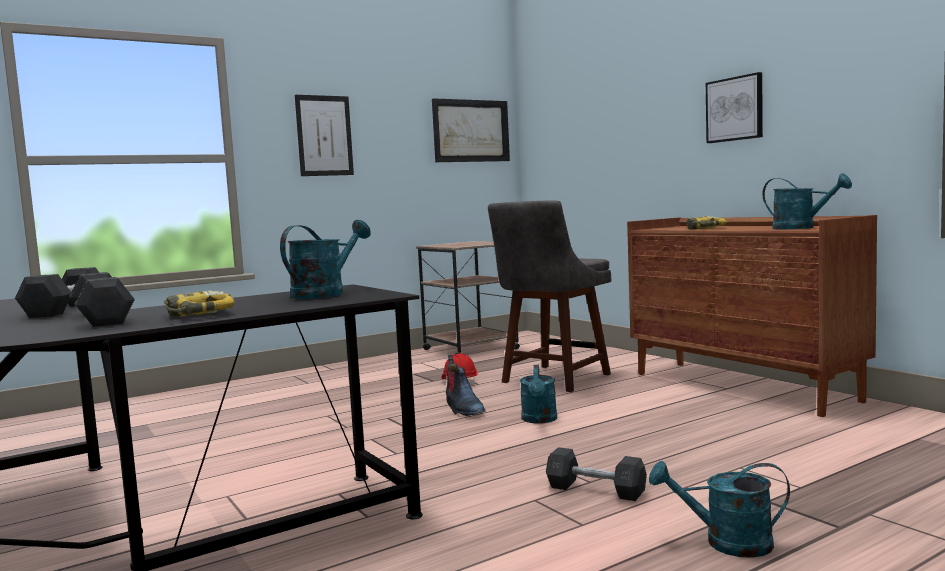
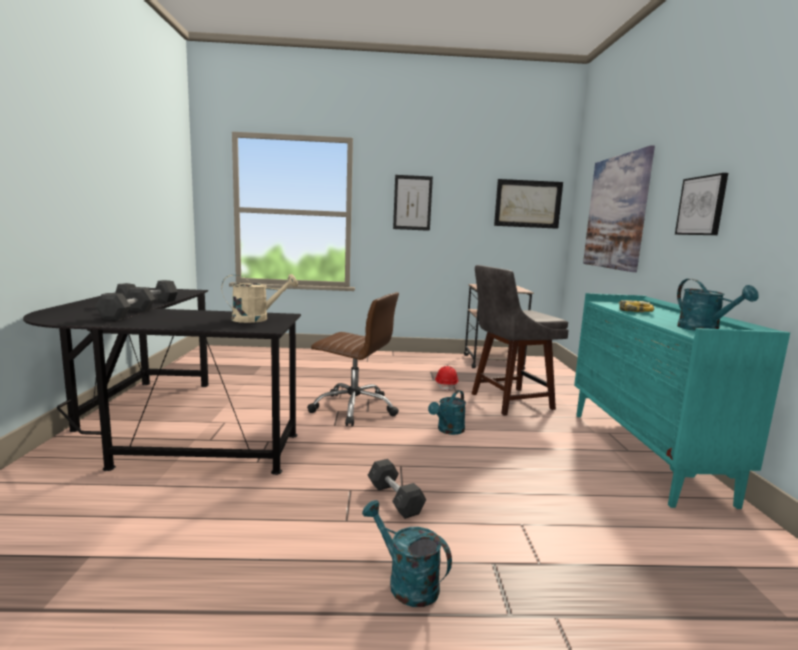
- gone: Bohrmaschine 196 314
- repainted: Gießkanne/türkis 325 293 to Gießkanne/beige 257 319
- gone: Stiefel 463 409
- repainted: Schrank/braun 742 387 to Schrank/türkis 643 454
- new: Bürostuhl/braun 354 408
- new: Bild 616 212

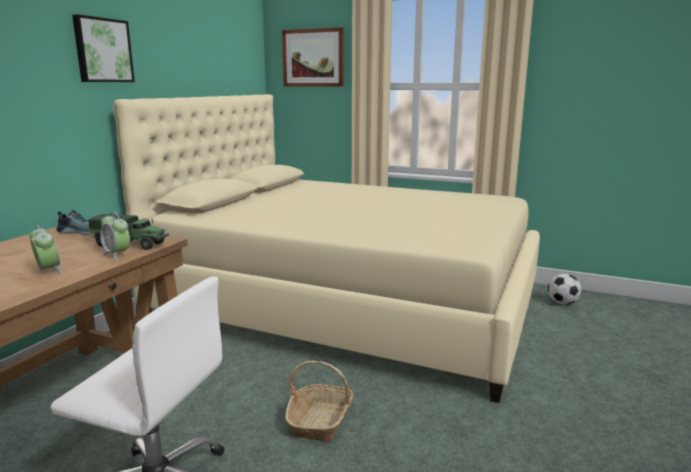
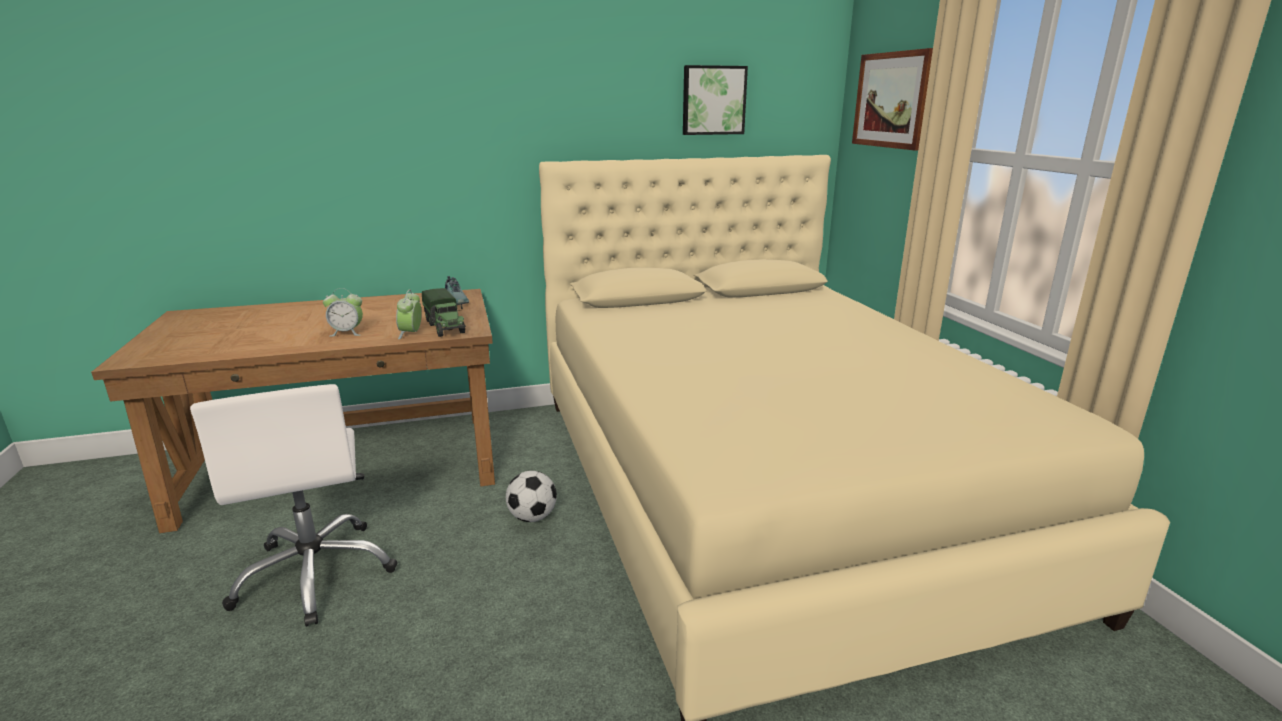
- rotated: Wecker 48 271 = 347 333 75 degrees clockwise
- shifted: Bild 102 50 to 713 100
- gone: Korb 320 420
- shifted: Fußball 562 303 to 532 517

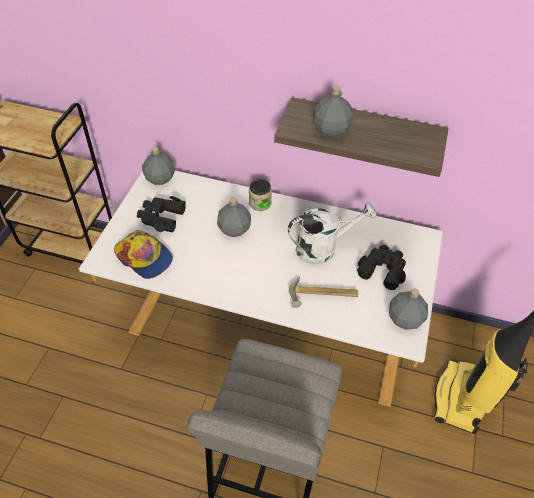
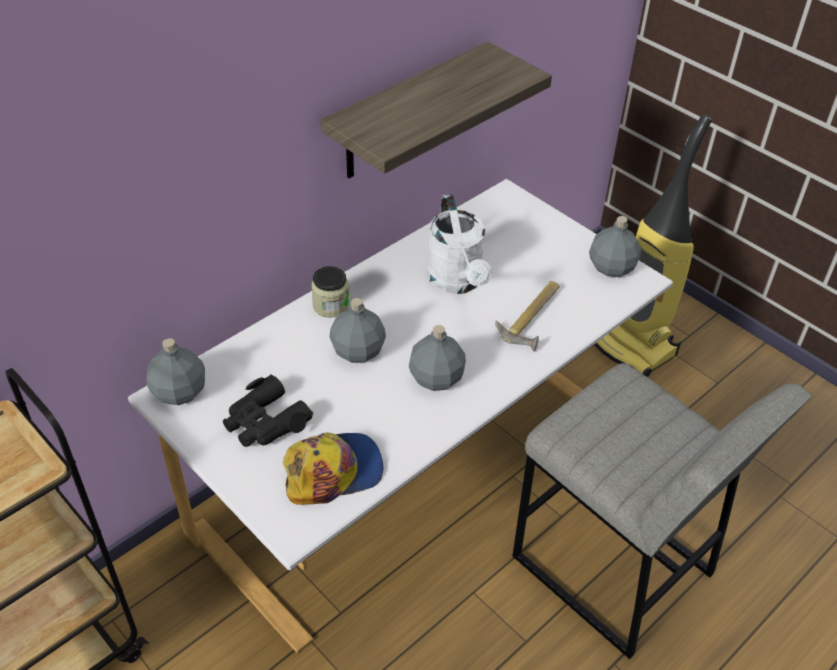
- rotated: Gießkanne/weiß 323 247 = 458 282 150 degrees clockwise
- shifted: Flasche/grau 331 130 to 437 378
- gone: Fernglas/schwarz 383 269

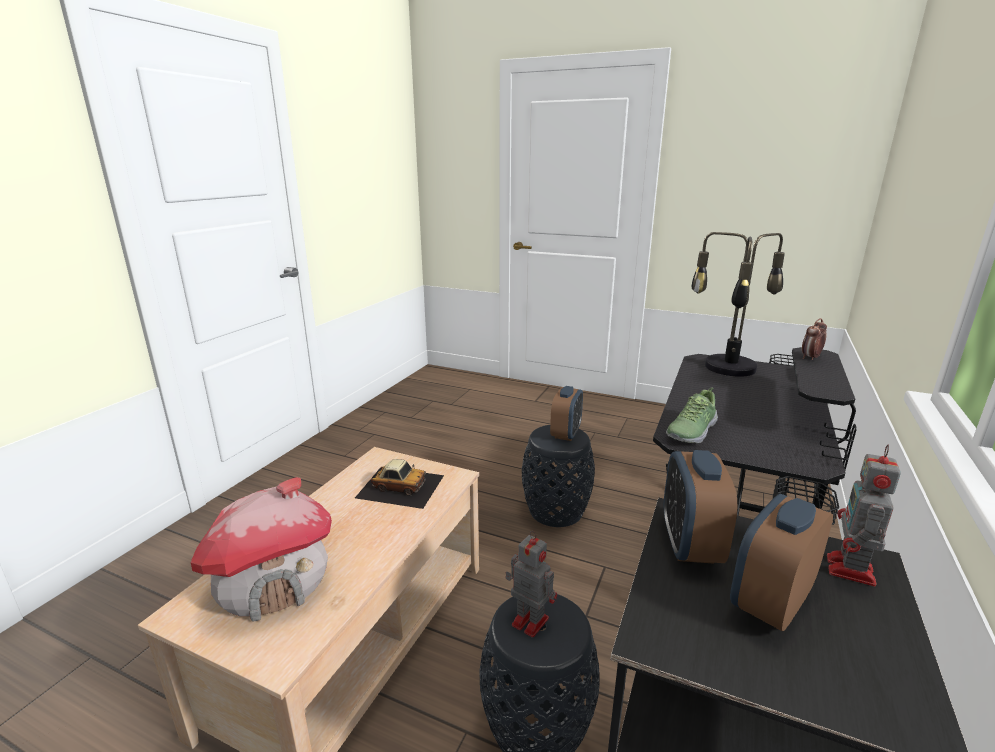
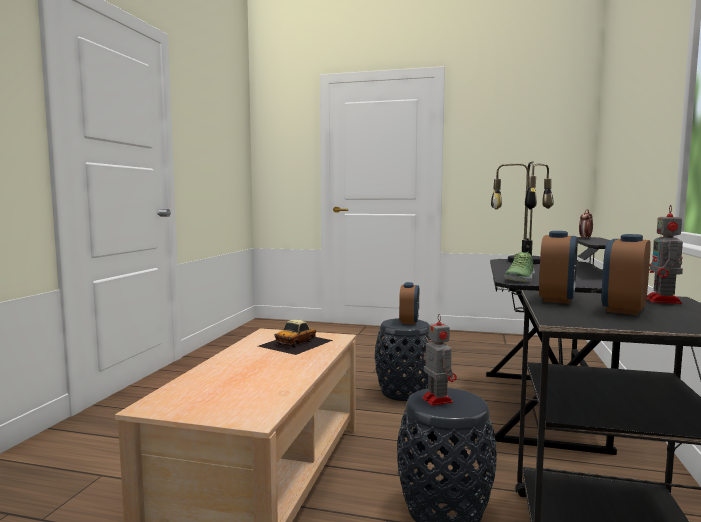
- gone: Spielzeughaus 274 583
- rotated: Spielzeugauto 400 486 = 296 343 120 degrees clockwise
- rotated: Spielzeugroboter 528 620 = 436 399 45 degrees clockwise
- rotated: Wecker 690 544 = 557 299 150 degrees counterclockwise

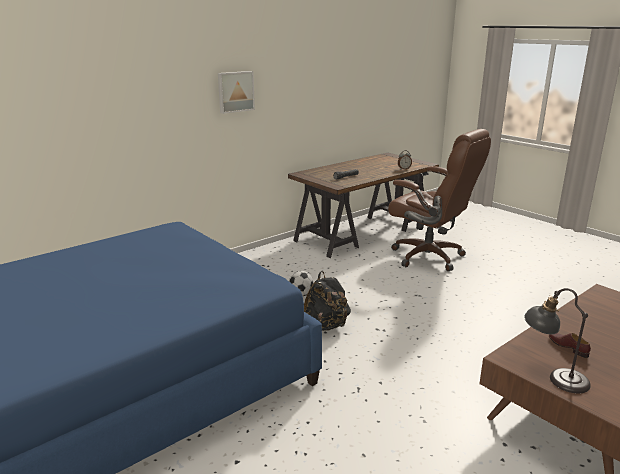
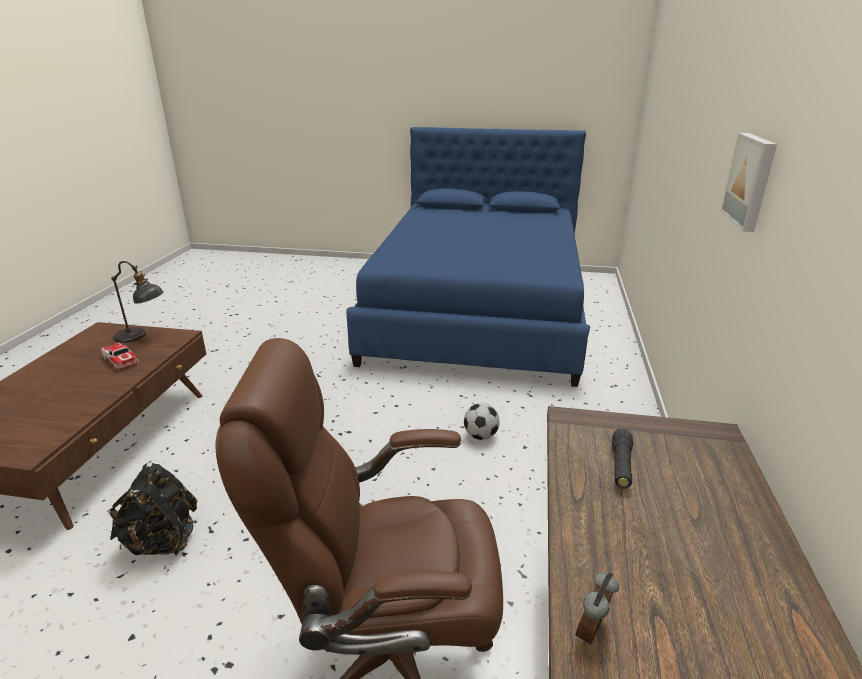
- shifted: Rucksack/schwarz 325 326 to 162 541
- swapped: Schuh/braun 568 347 to Spielzeugauto 120 360

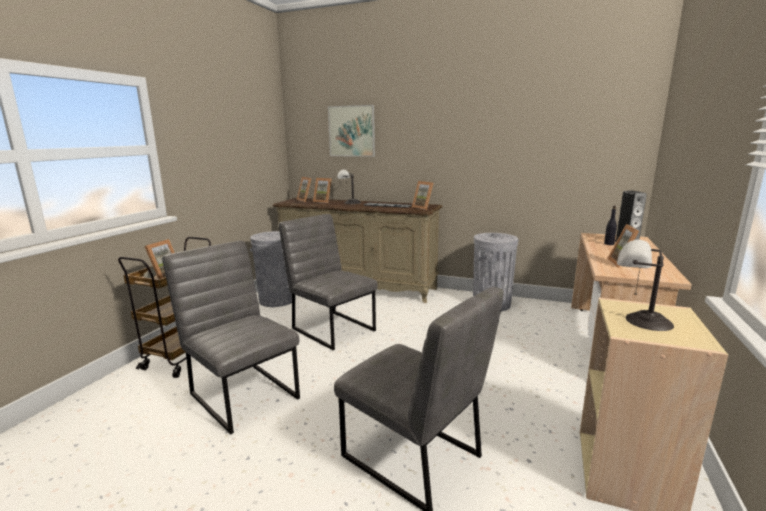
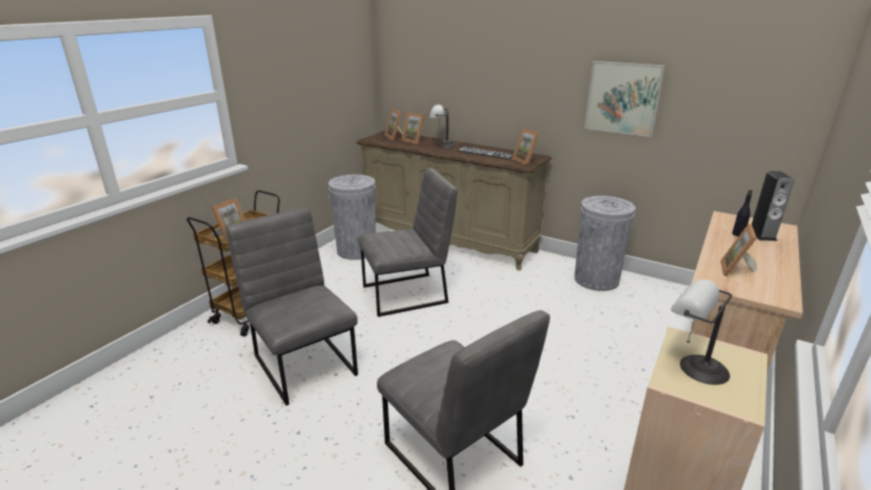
- rotated: Stuhl/grau 332 328 = 407 294 105 degrees clockwise
- shifted: Bild 351 131 to 623 98

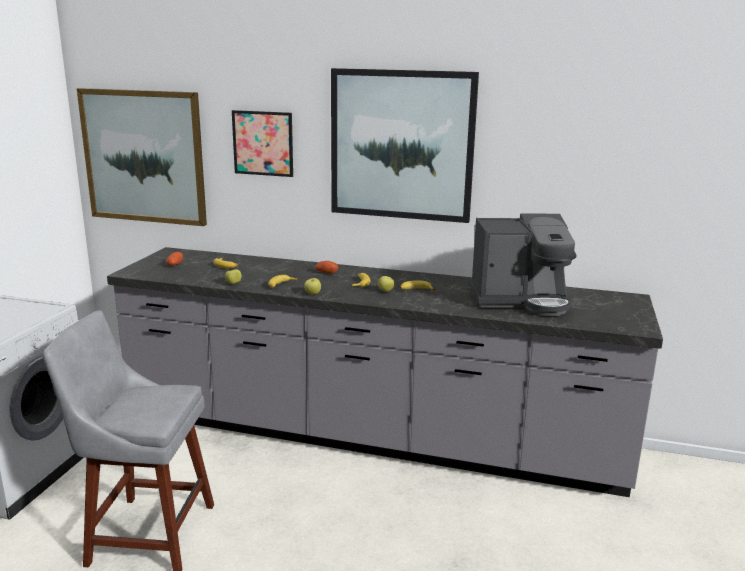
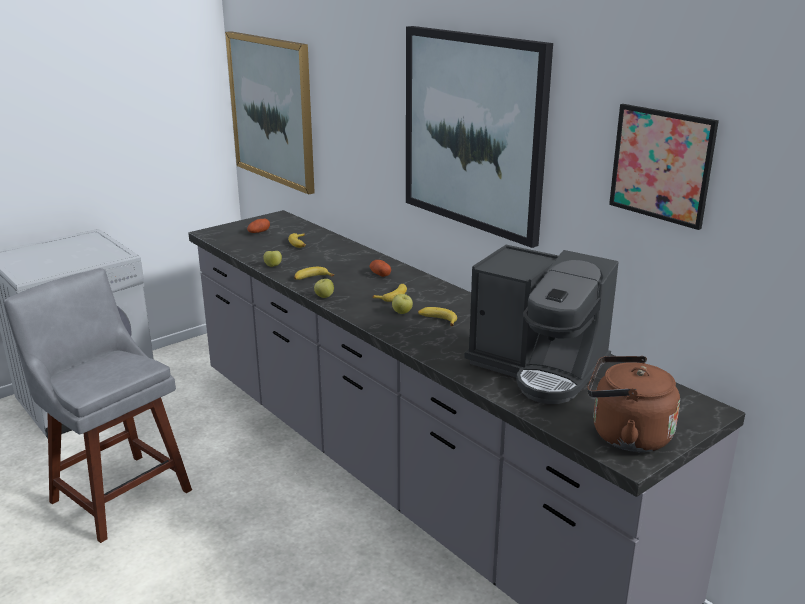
- shifted: Bild 263 143 to 661 165
- new: Wasserkessel/braun 625 435

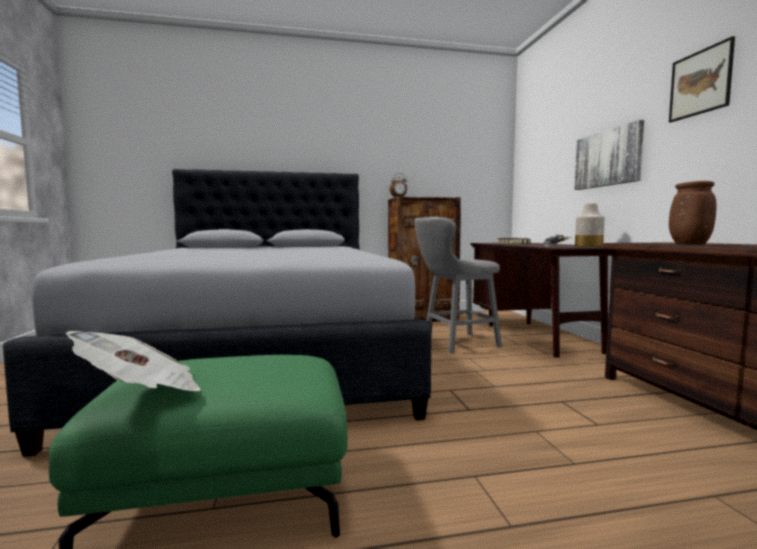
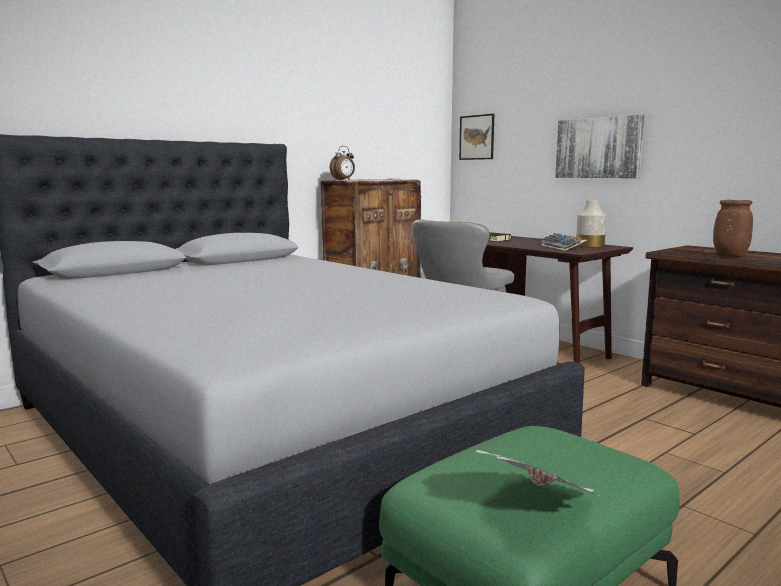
- shifted: Bild 700 82 to 477 137

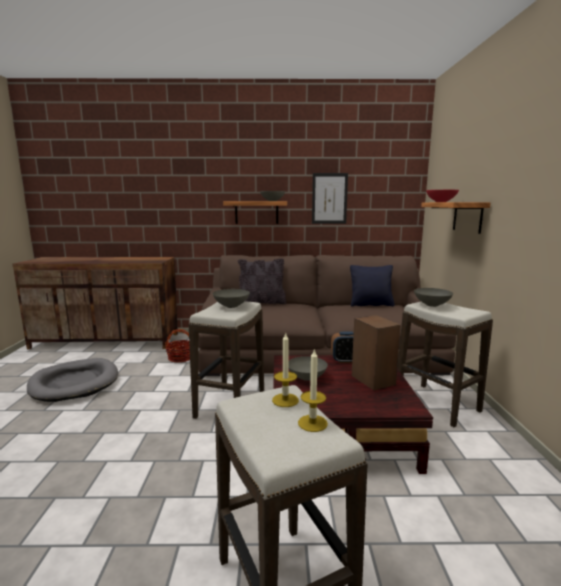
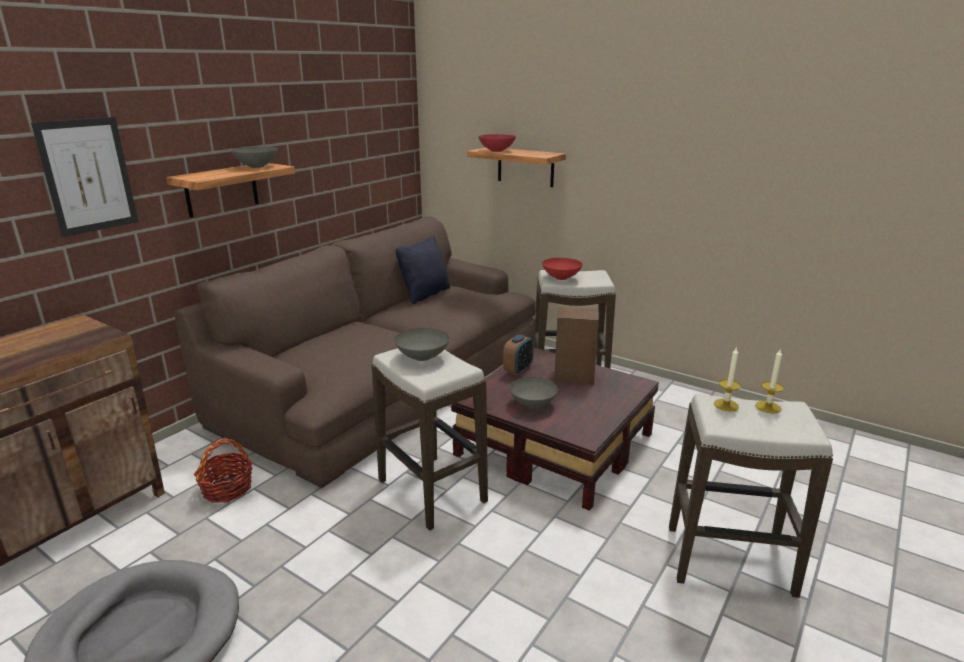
- gone: Kissen/schwarz 262 303
- shifted: Bild 329 198 to 88 176
- repainted: Schüssel/grau 431 305 to Schüssel/rot 561 278

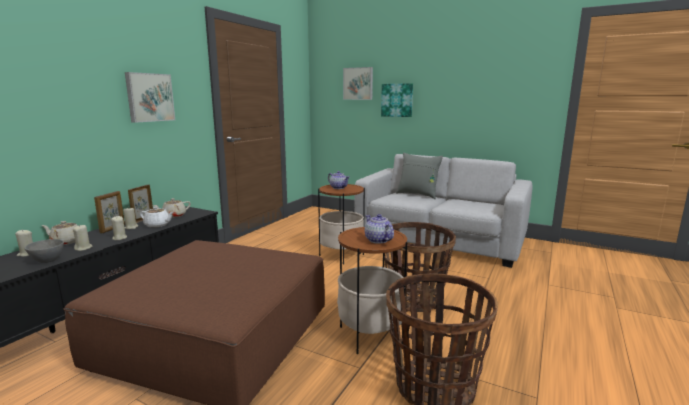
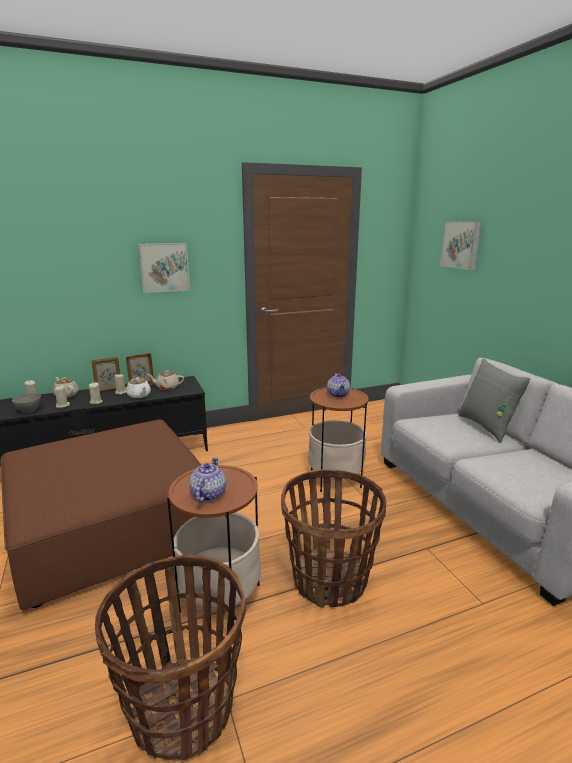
- gone: Bild 397 100

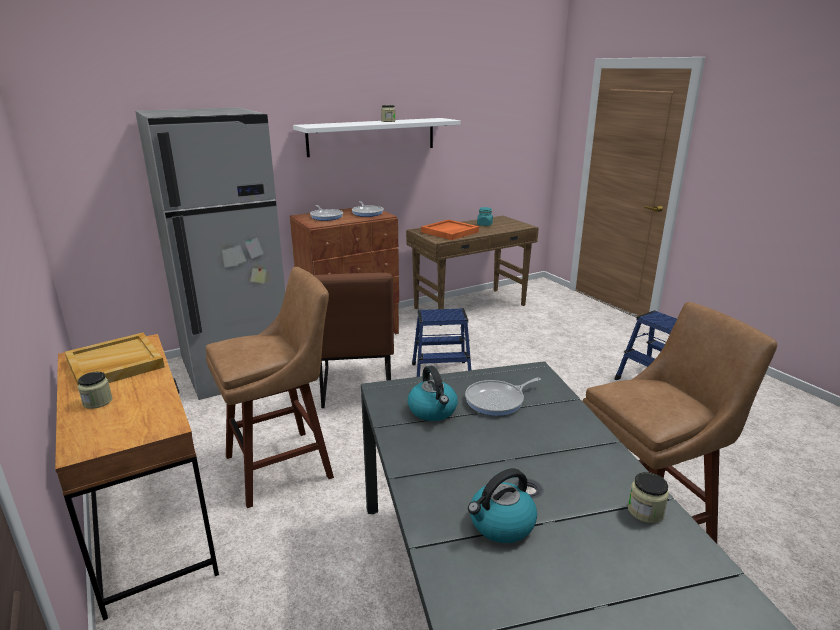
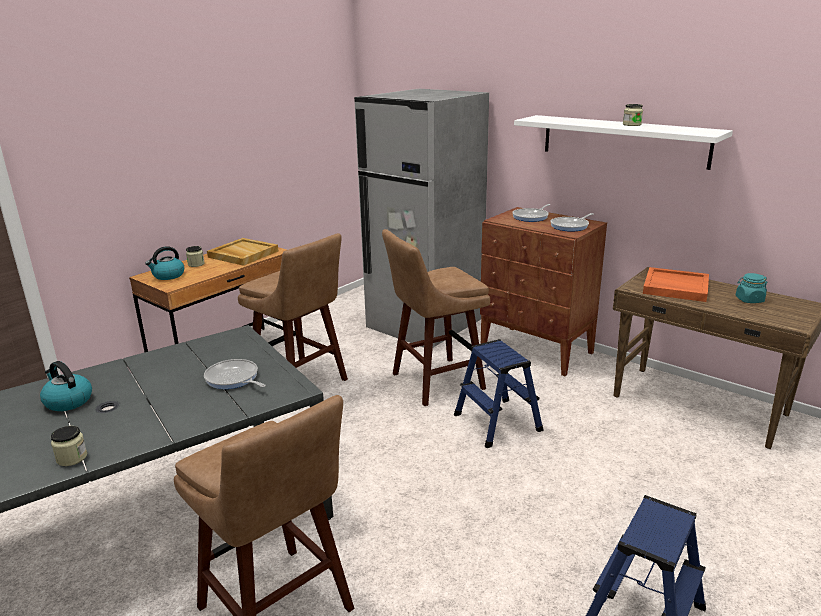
- swapped: Stuhl/braun 356 386 to Hocker/braun 434 382
- shifted: Wasserkessel 433 410 to 168 276

